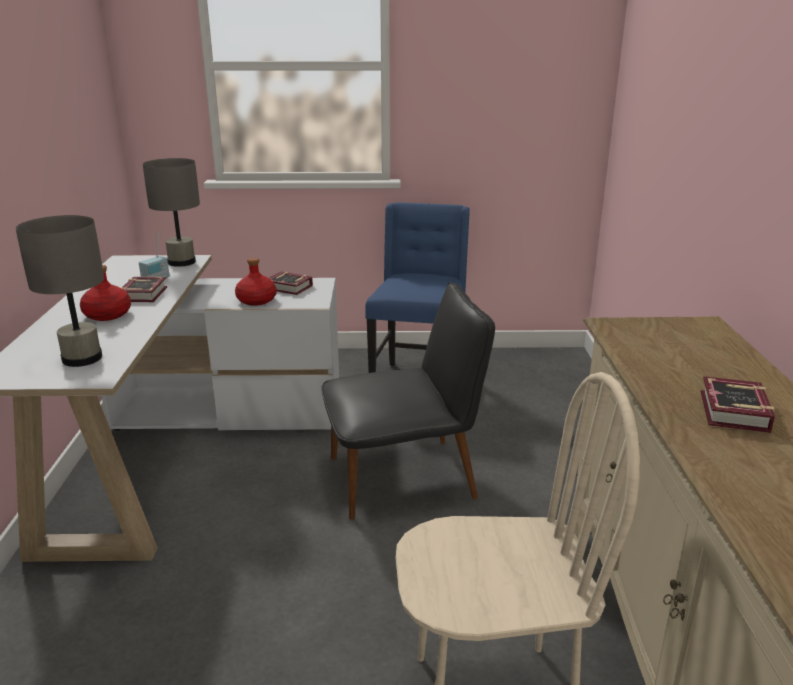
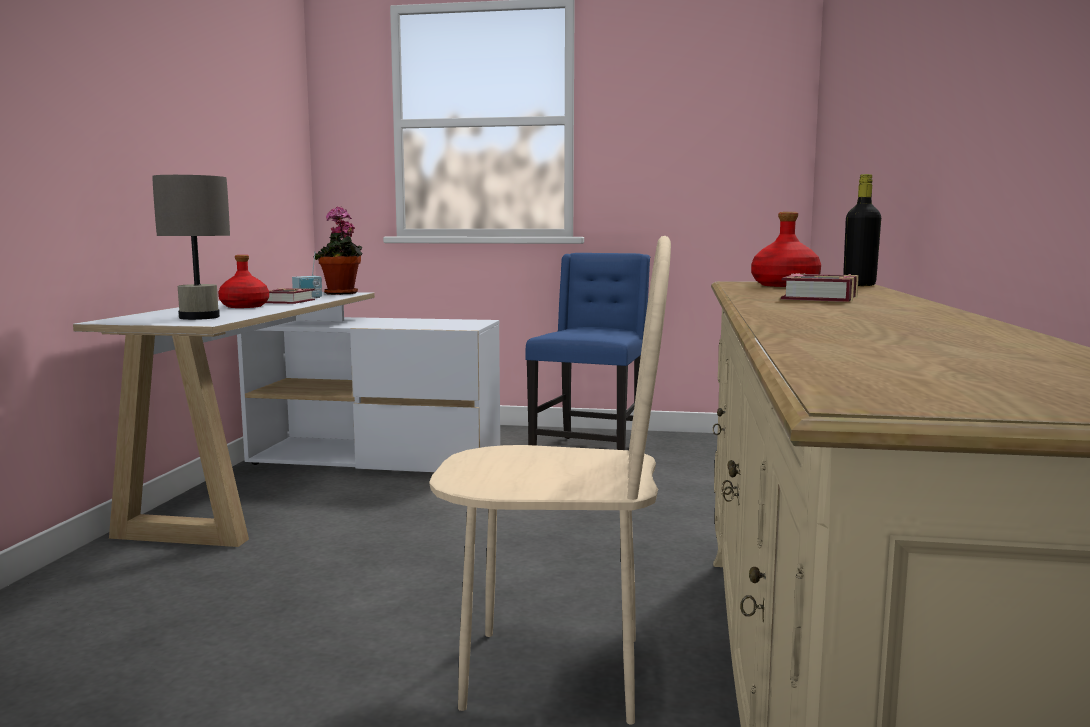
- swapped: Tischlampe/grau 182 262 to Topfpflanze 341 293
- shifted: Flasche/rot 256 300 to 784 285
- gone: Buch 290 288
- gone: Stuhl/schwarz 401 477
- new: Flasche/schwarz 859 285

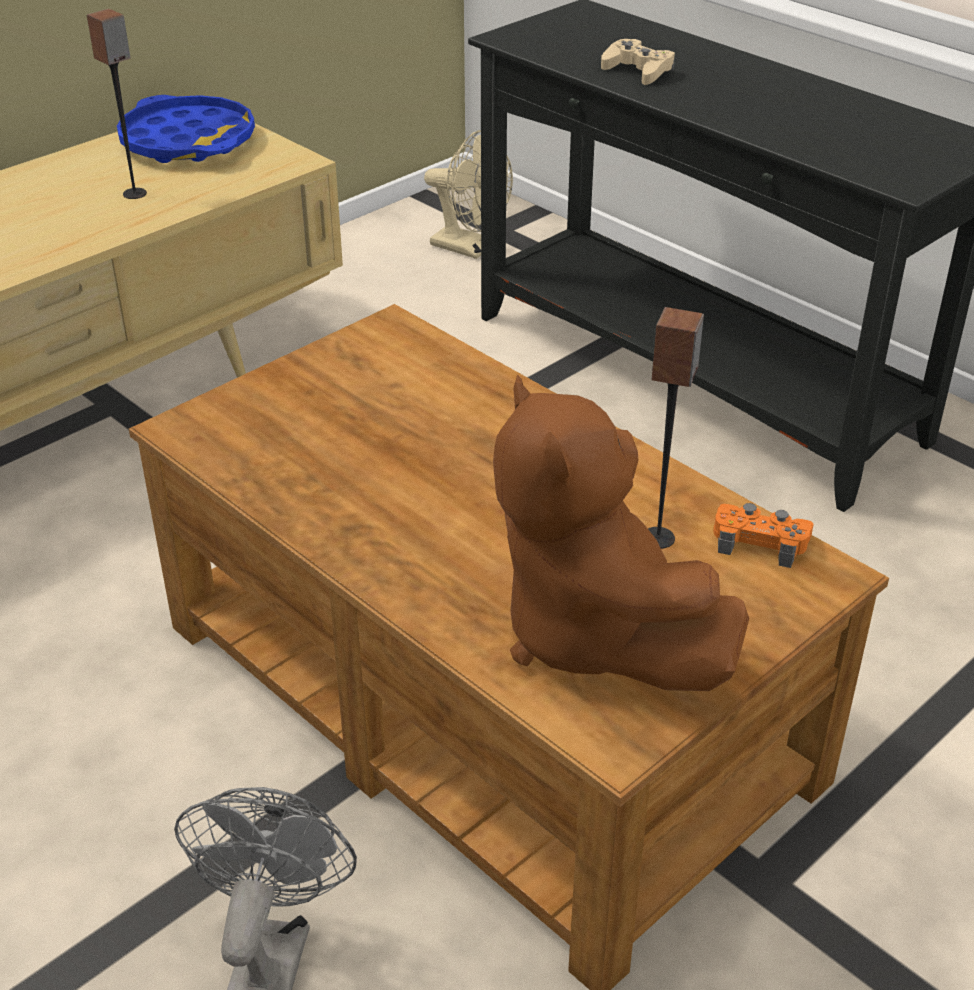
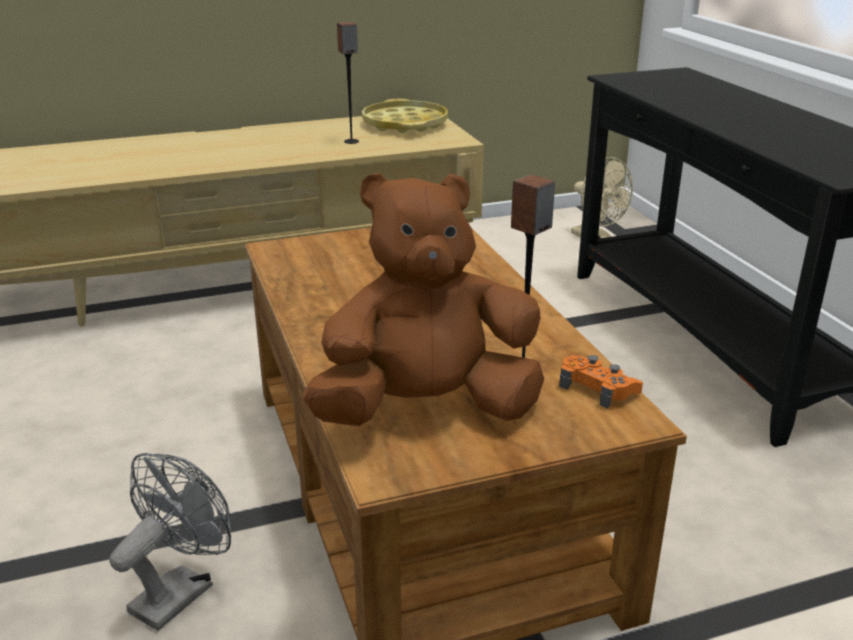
- repainted: Tablett/blau 188 141 to Tablett/gelb 405 124
- rotated: Plüschtier/braun 595 634 = 427 410 75 degrees clockwise
- gone: Gamepad/beige 638 71

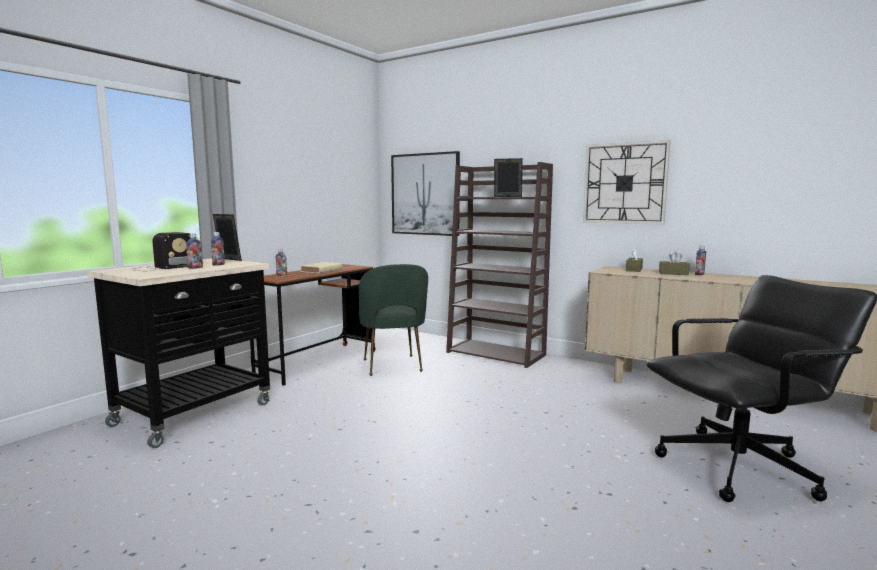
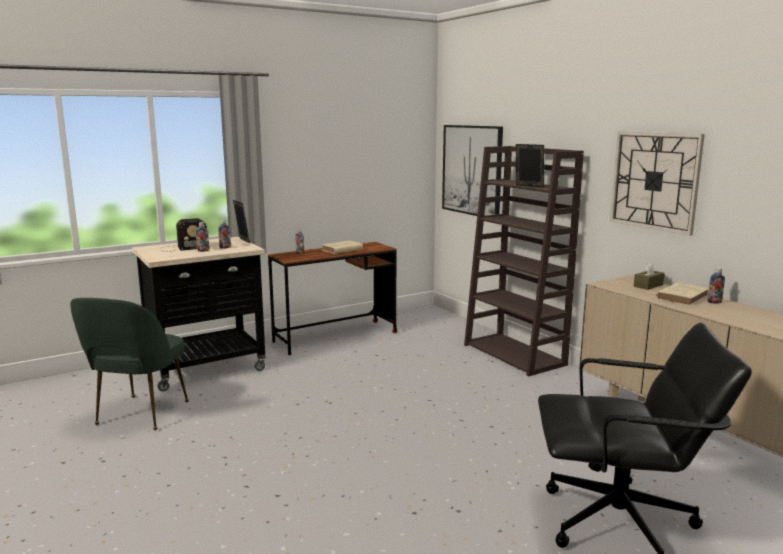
- shifted: Stuhl/grün 392 367 to 138 416
- swapped: Taschentuchbox/braun 673 273 to Buch/beige 683 297

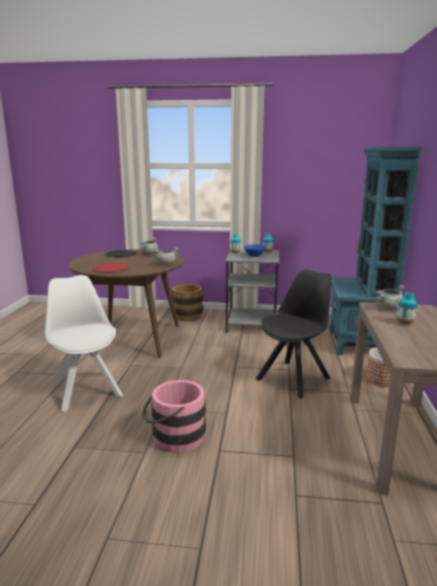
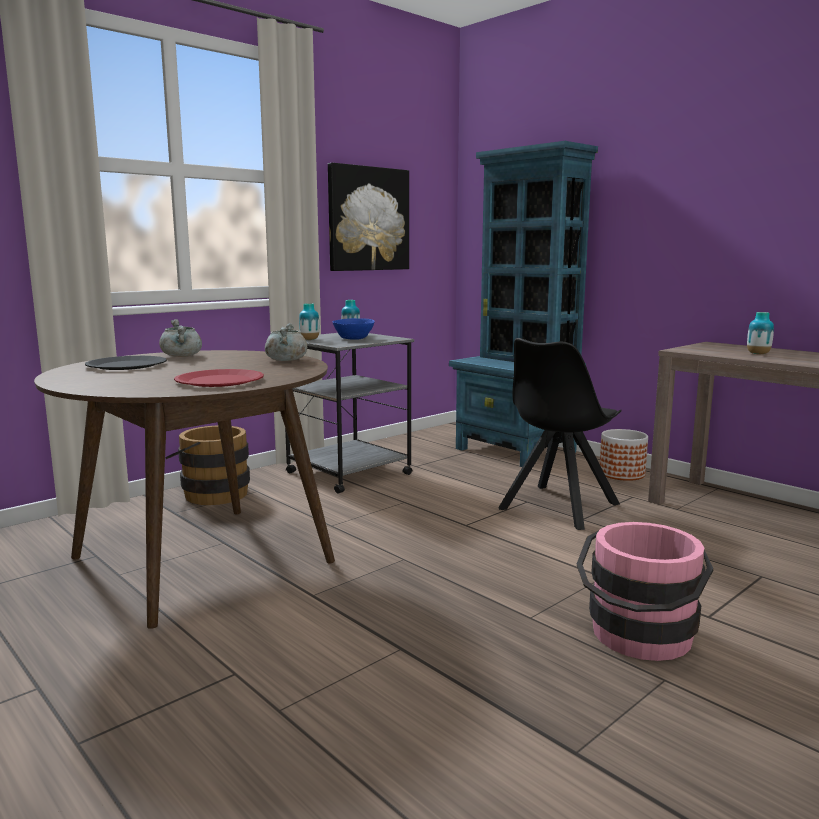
- gone: Stuhl/weiß 86 389
- rotated: Stuhl/schwarz 294 378 = 557 507 135 degrees counterclockwise
- gone: Kochtopf/grau 388 308
- new: Bild 368 219

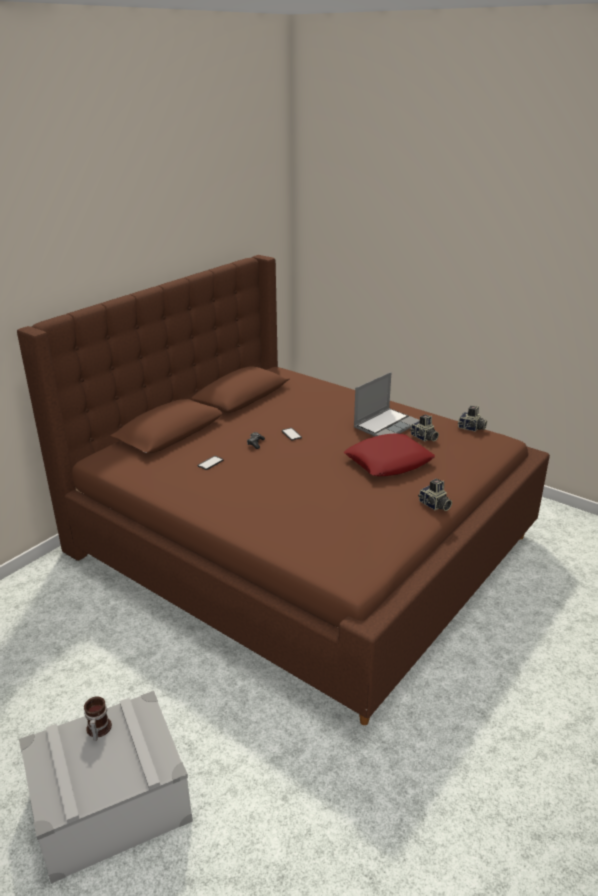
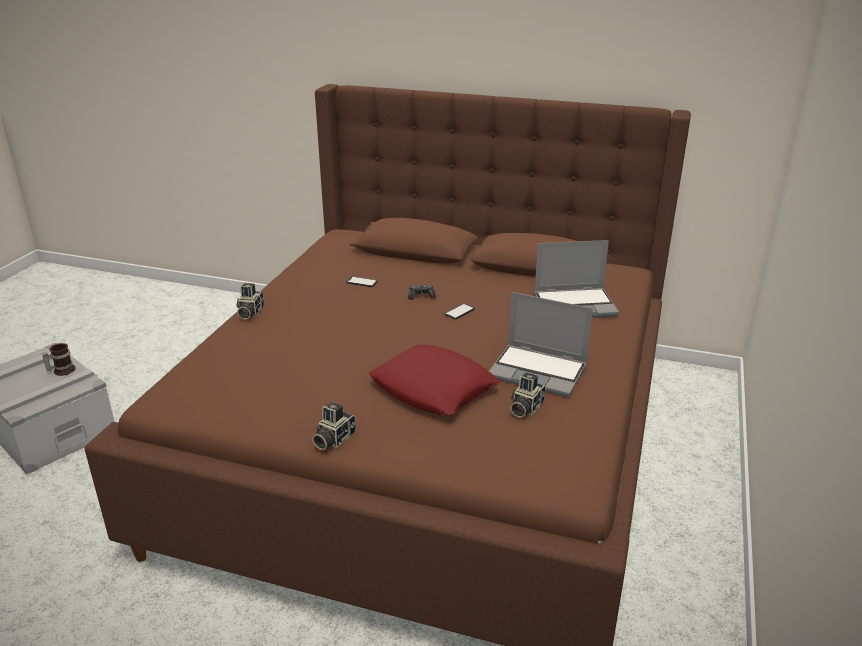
- shifted: Kamera 471 428 to 249 312
- new: Laptop 575 304

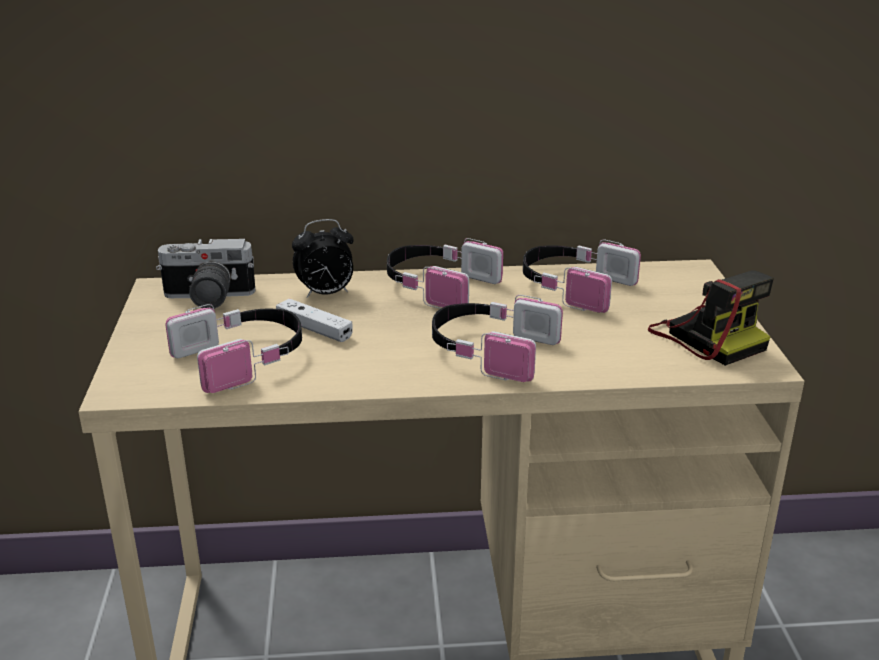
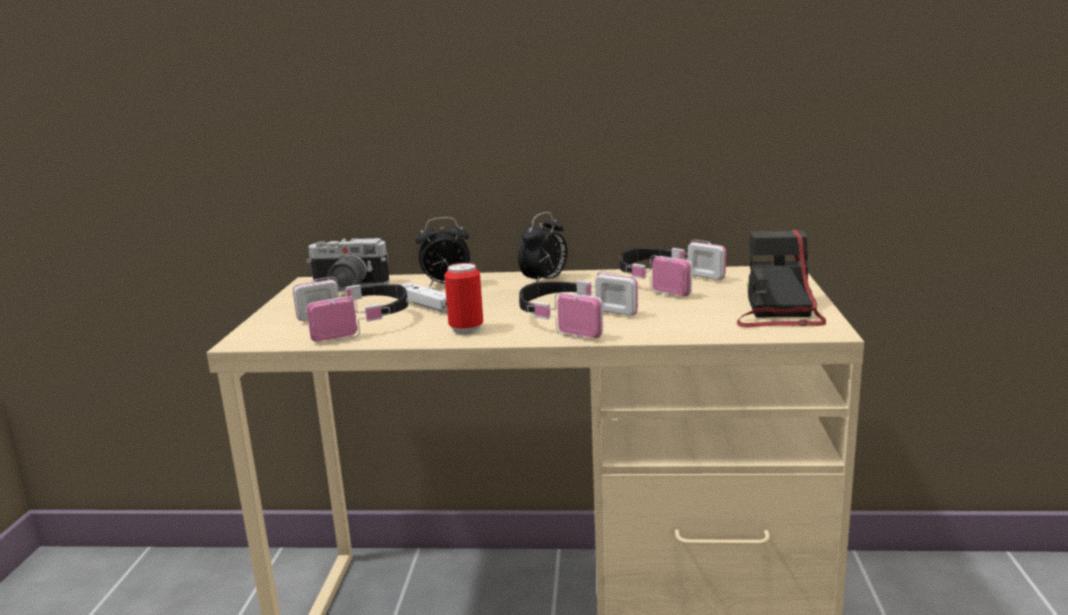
- swapped: Kopfhörer 438 287 to Wecker 544 281
- rotated: Kamera 706 337 = 777 312 150 degrees counterclockwise
- new: Dose 466 329

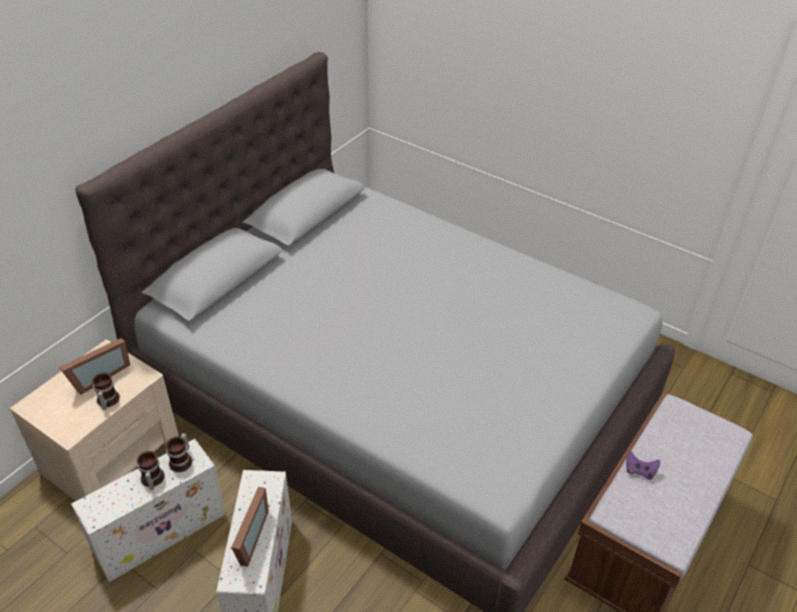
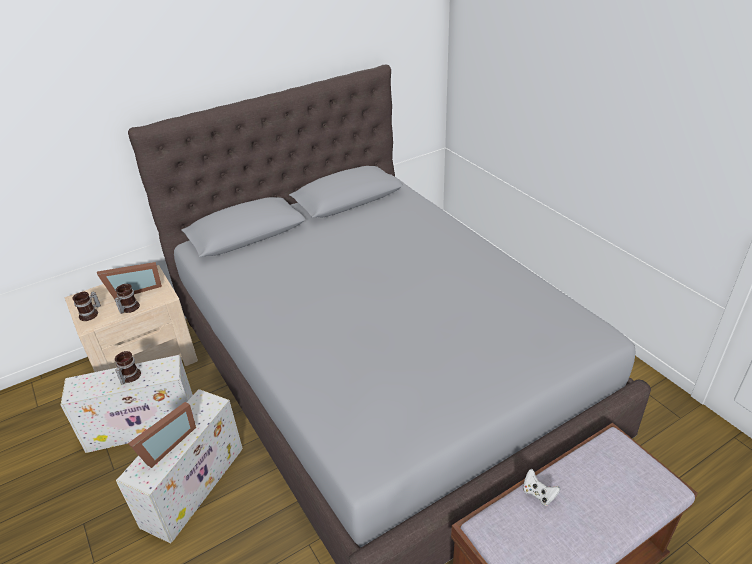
- shifted: Henkelbecher 182 461 to 91 314
- repainted: Gamepad/lila 639 471 to Gamepad/weiß 538 494

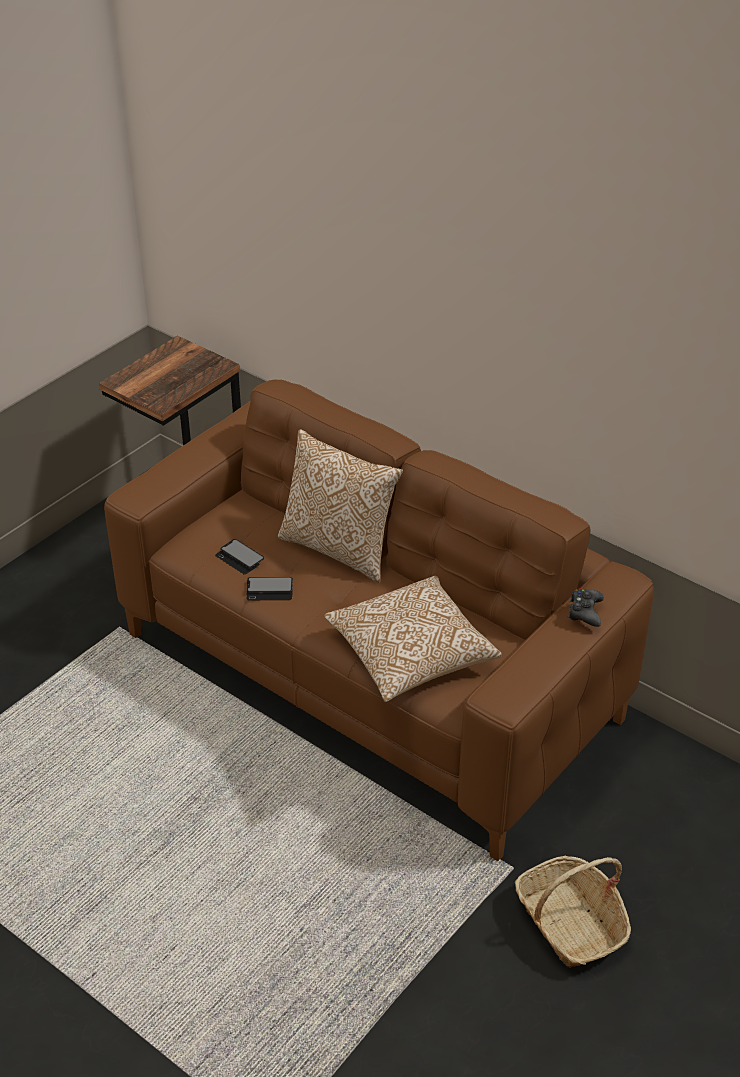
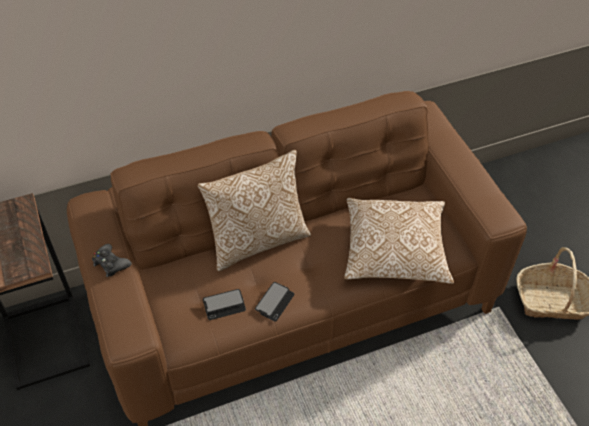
- shifted: Gamepad/schwarz 585 612 to 111 264

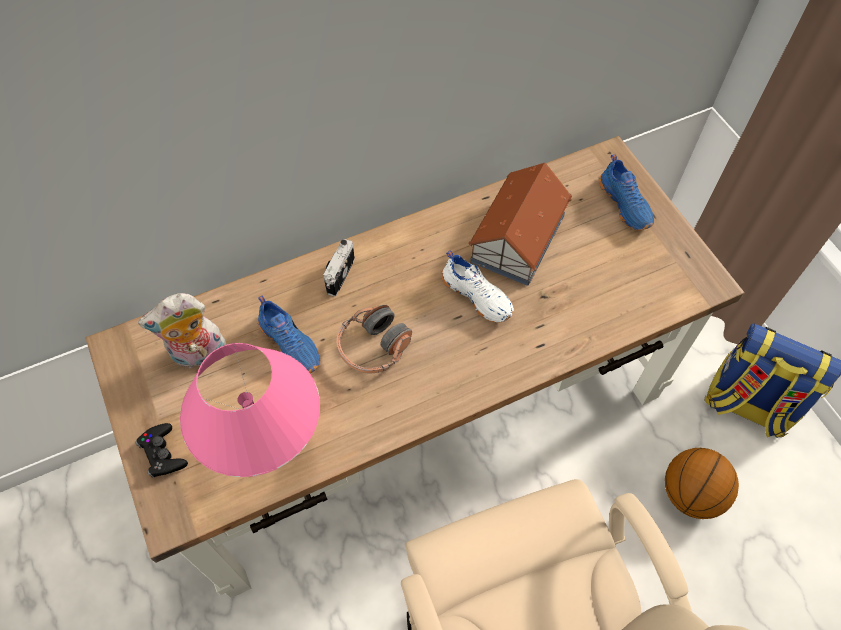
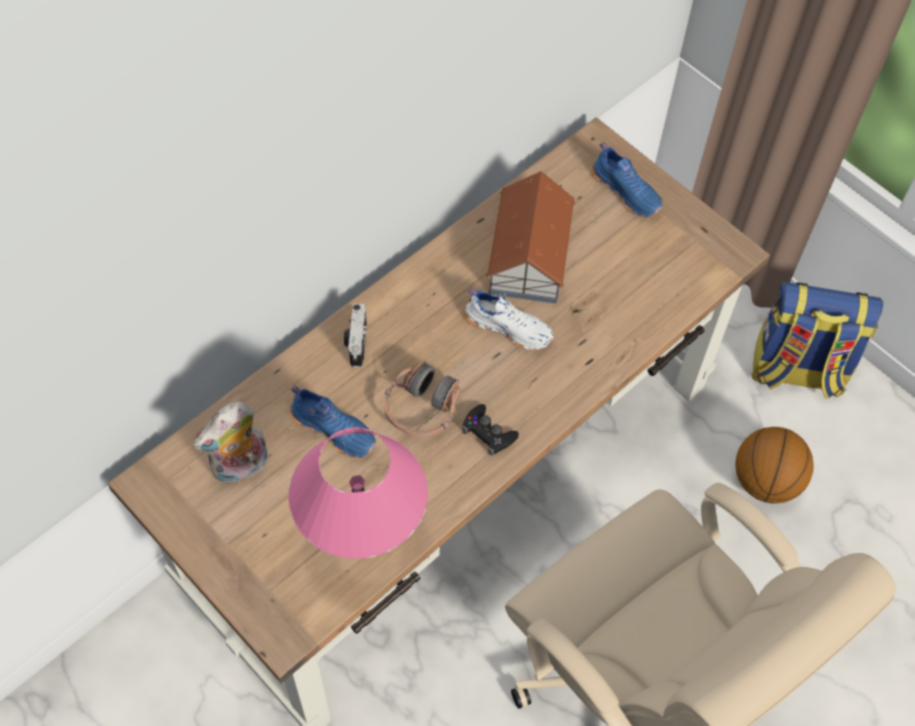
- shifted: Gamepad/schwarz 163 453 to 488 433

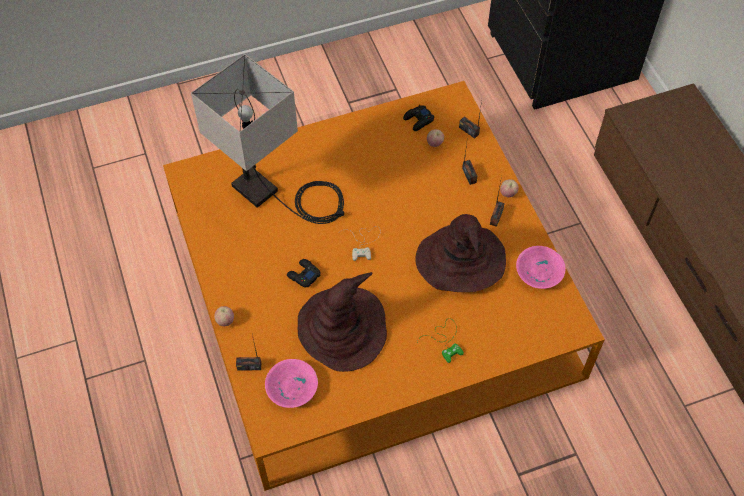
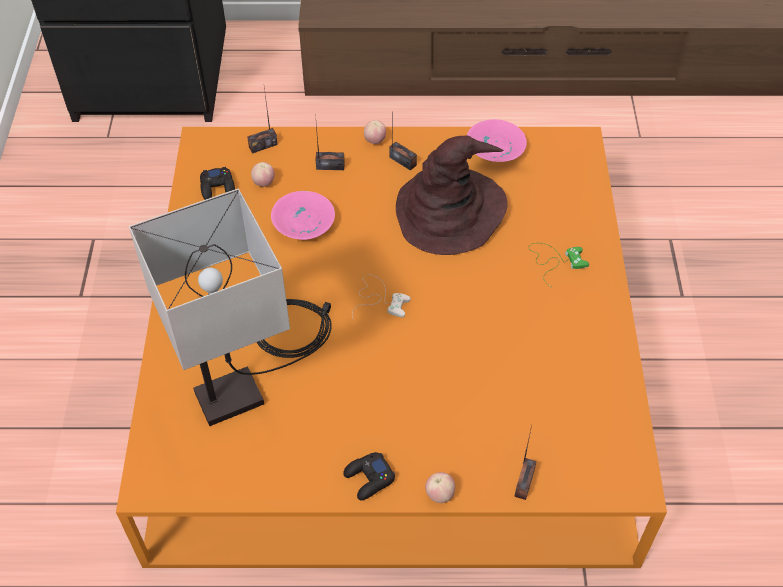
- shifted: Schüssel/rosa 293 388 to 305 222
- shifted: Gamepad/schwarz 303 275 to 369 479
- gone: Hut/braun 343 329

